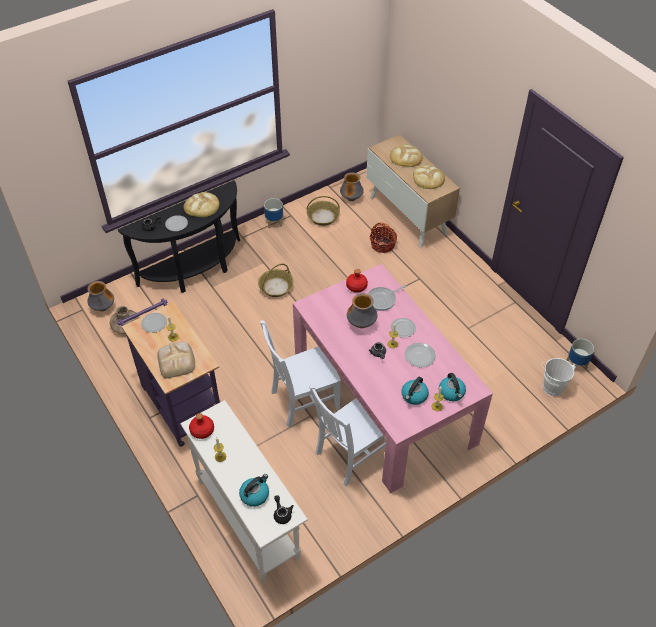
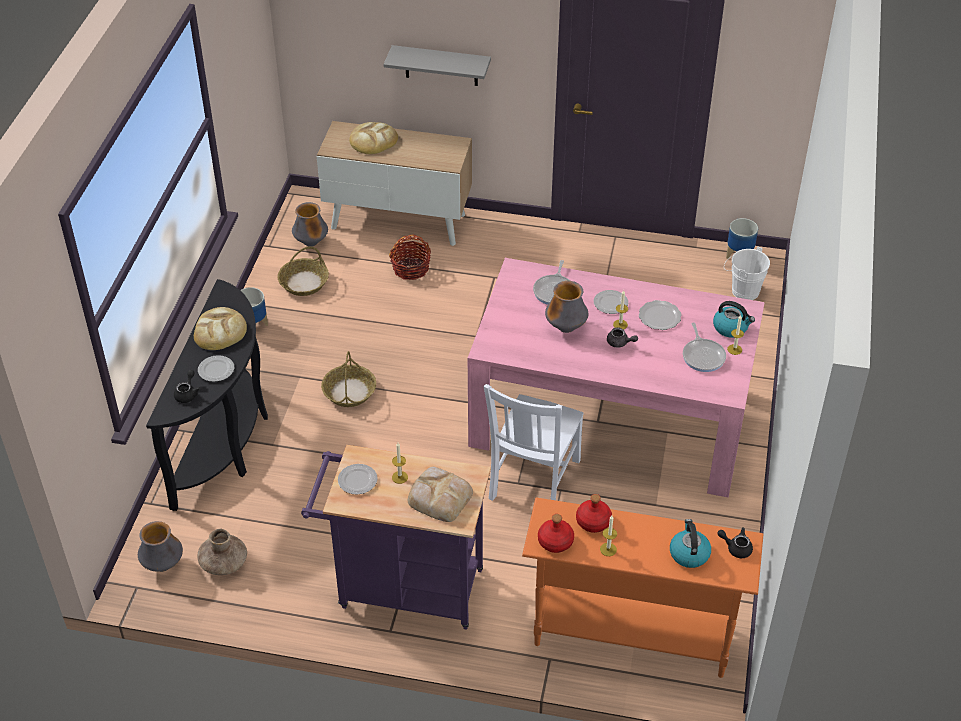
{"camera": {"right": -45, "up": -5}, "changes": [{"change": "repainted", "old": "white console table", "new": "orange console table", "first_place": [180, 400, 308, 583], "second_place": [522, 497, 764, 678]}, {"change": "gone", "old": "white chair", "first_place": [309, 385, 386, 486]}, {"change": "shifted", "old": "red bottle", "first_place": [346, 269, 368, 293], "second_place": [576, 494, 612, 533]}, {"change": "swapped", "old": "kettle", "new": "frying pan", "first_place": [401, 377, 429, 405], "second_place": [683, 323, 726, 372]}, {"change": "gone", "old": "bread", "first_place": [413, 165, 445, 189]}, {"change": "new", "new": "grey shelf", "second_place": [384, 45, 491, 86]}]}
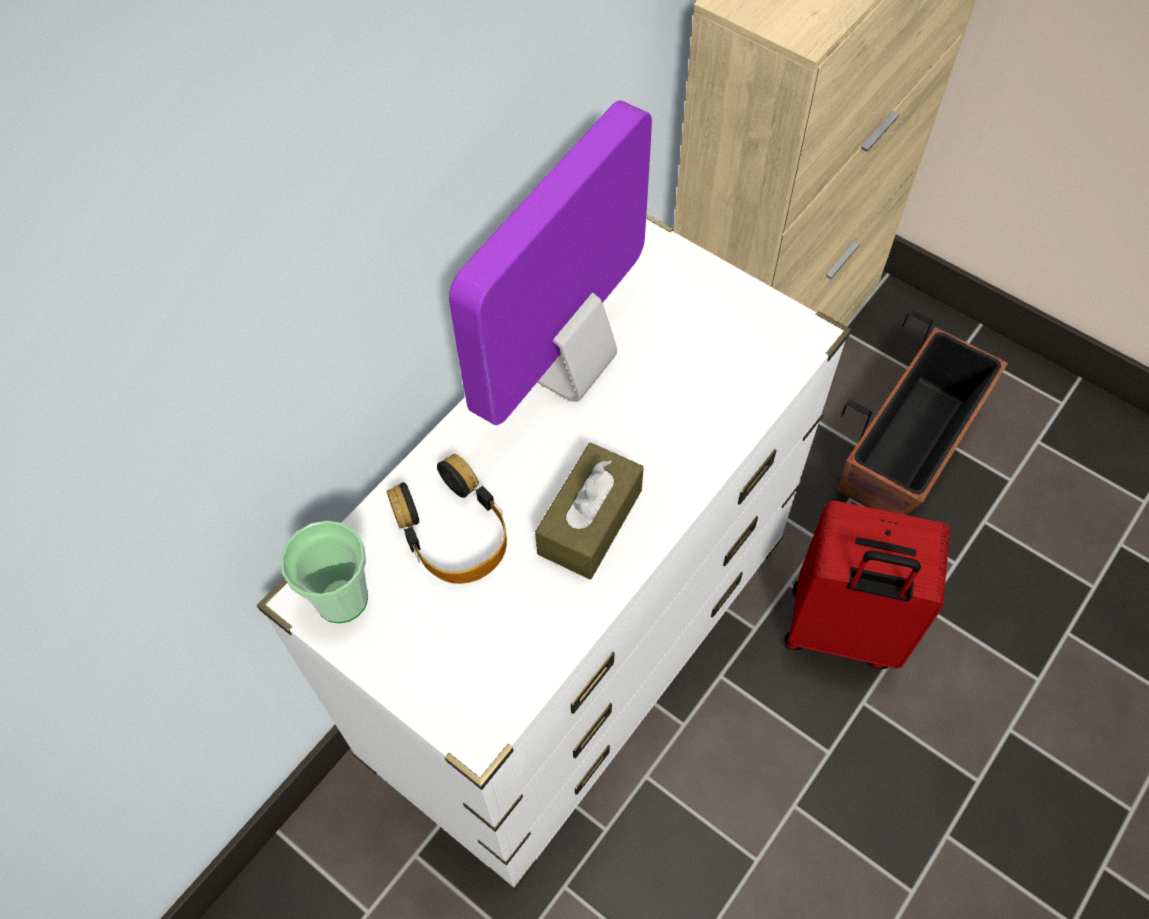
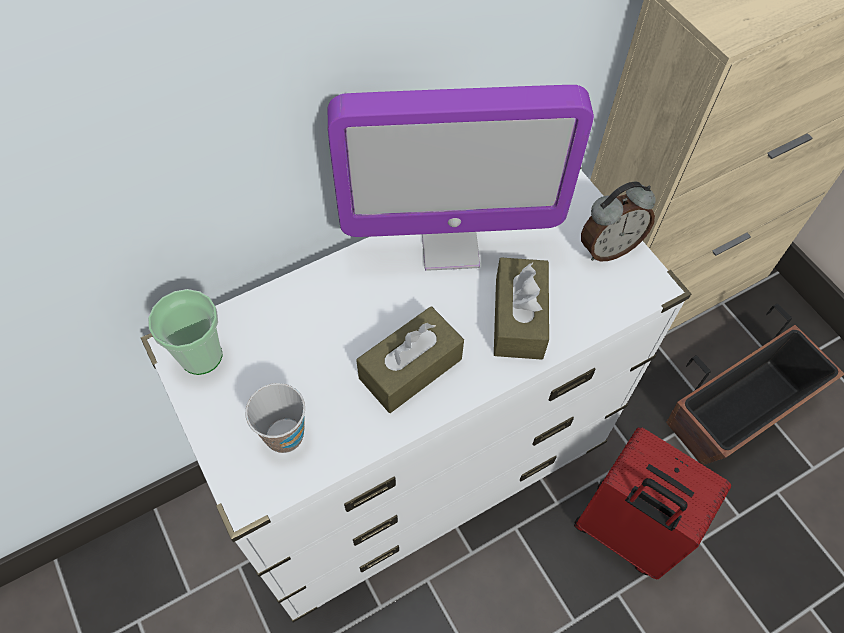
{"camera": {"right": 20, "up": 0}, "changes": [{"change": "gone", "old": "headphones", "first_place": [387, 454, 507, 584]}, {"change": "rotated", "old": "monitor", "first_place": [449, 100, 652, 425], "second_place": [328, 85, 594, 271], "degrees": -150}, {"change": "new", "new": "cup", "second_place": [245, 383, 305, 453]}, {"change": "new", "new": "brown tissue box", "second_place": [494, 258, 549, 360]}, {"change": "new", "new": "alarm clock", "second_place": [581, 182, 656, 261]}]}
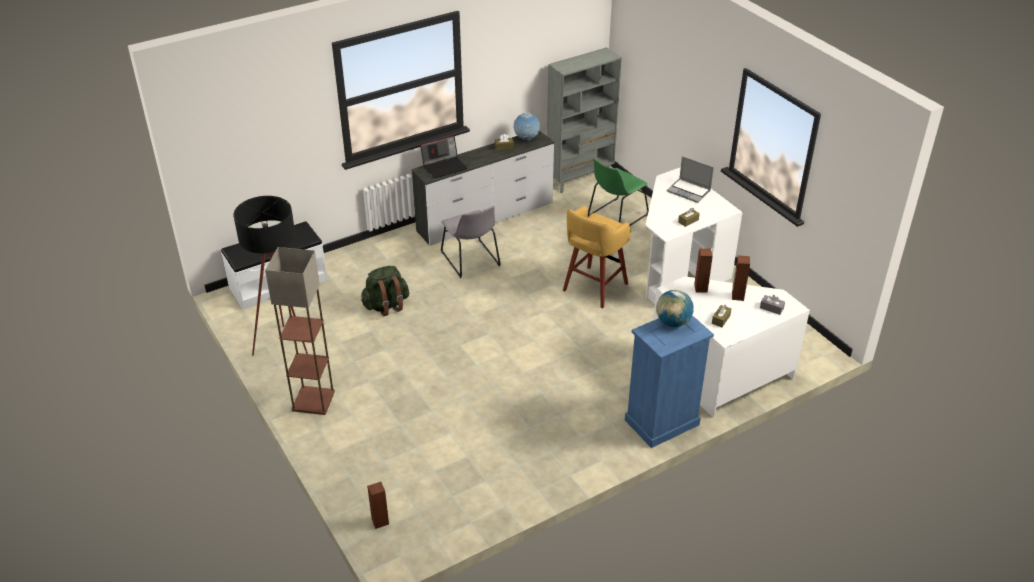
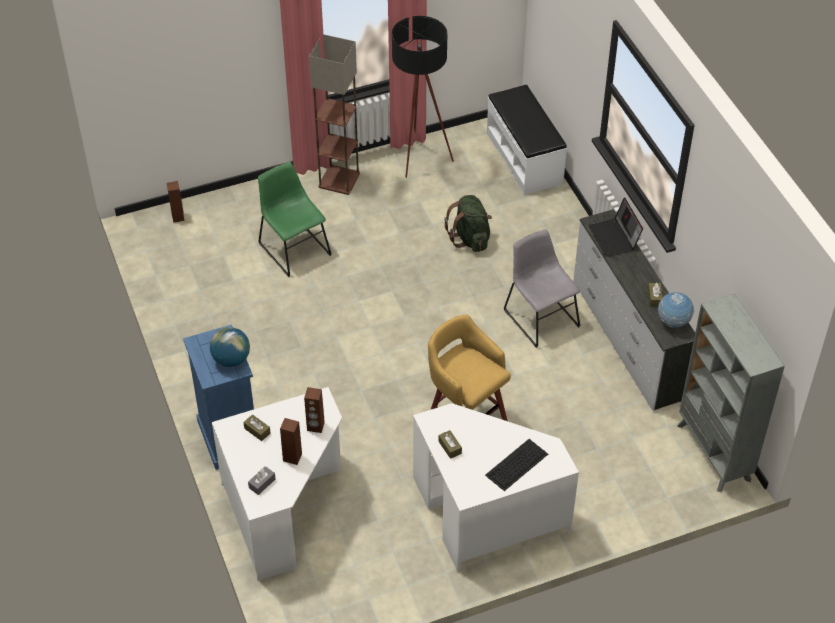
{"camera": {"right": 100, "up": 10}, "changes": [{"change": "rotated", "old": "grey chair", "first_place": [441, 206, 501, 278], "second_place": [504, 229, 581, 348], "degrees": 75}, {"change": "shifted", "old": "green chair", "first_place": [588, 158, 649, 227], "second_place": [258, 162, 332, 277]}, {"change": "swapped", "old": "laptop", "new": "keyboard", "first_place": [667, 156, 714, 203], "second_place": [485, 439, 548, 491]}]}
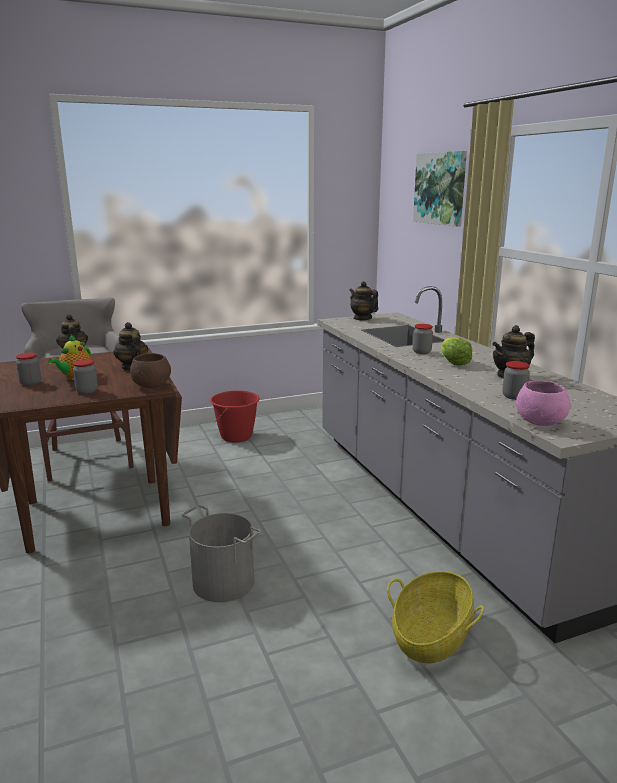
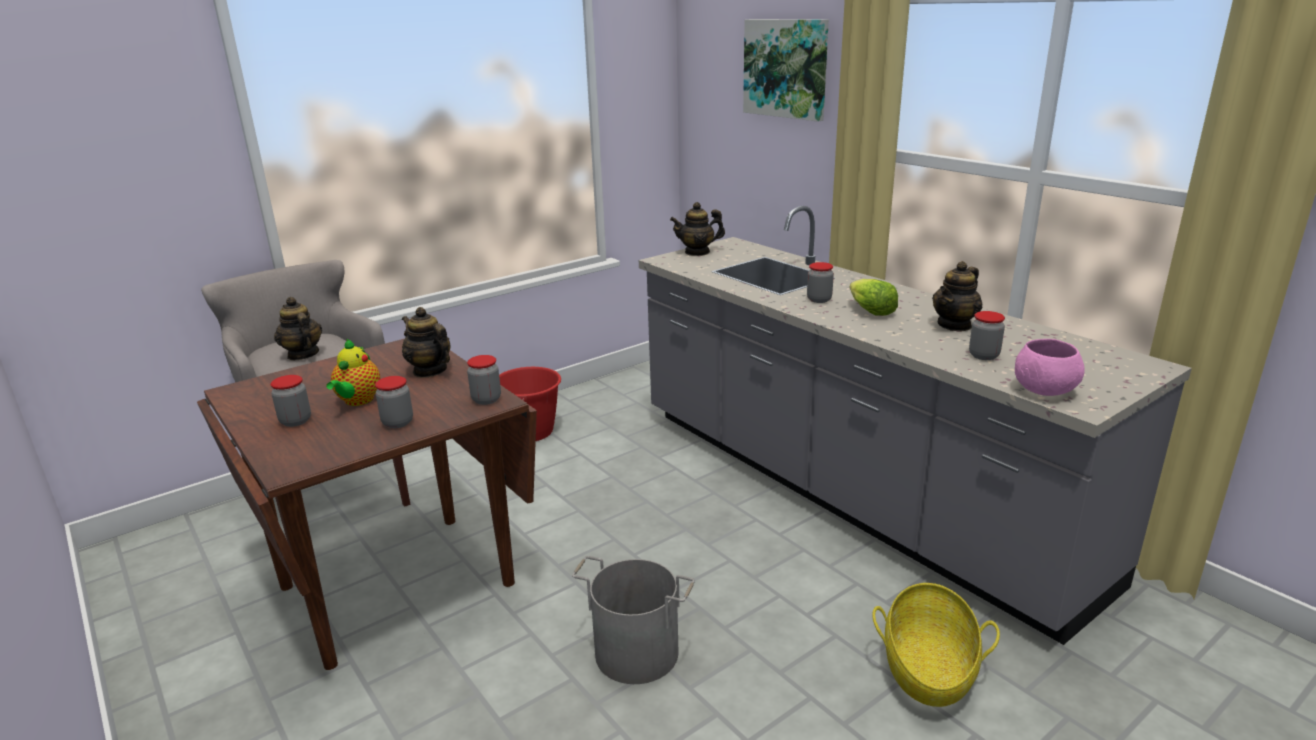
{"camera": {"right": -15, "up": 5}, "changes": [{"change": "swapped", "old": "brown bowl", "new": "jar", "first_place": [130, 353, 171, 388], "second_place": [467, 355, 501, 405]}, {"change": "rotated", "old": "teapot", "first_place": [349, 281, 378, 320], "second_place": [670, 202, 725, 256], "degrees": -45}]}
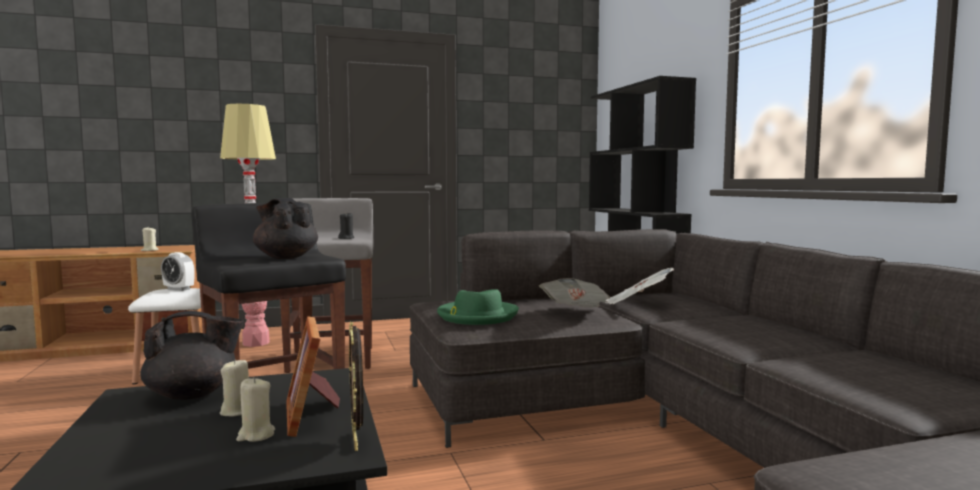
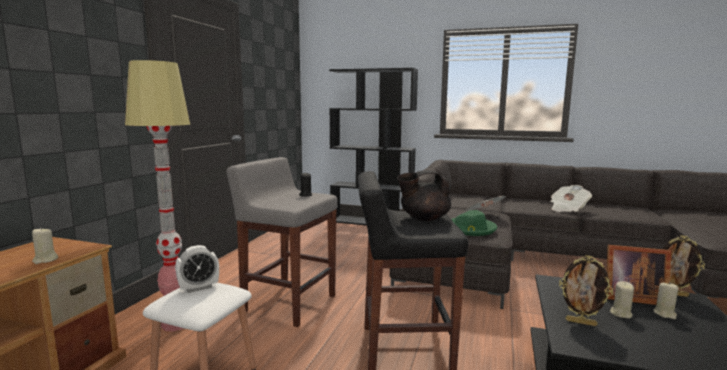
{"camera": {"right": -55, "up": 5}, "changes": [{"change": "swapped", "old": "black teapot", "new": "picture frame", "first_place": [140, 311, 244, 400], "second_place": [559, 255, 613, 326]}, {"change": "shifted", "old": "newspaper", "first_place": [604, 268, 674, 305], "second_place": [550, 185, 592, 212]}]}
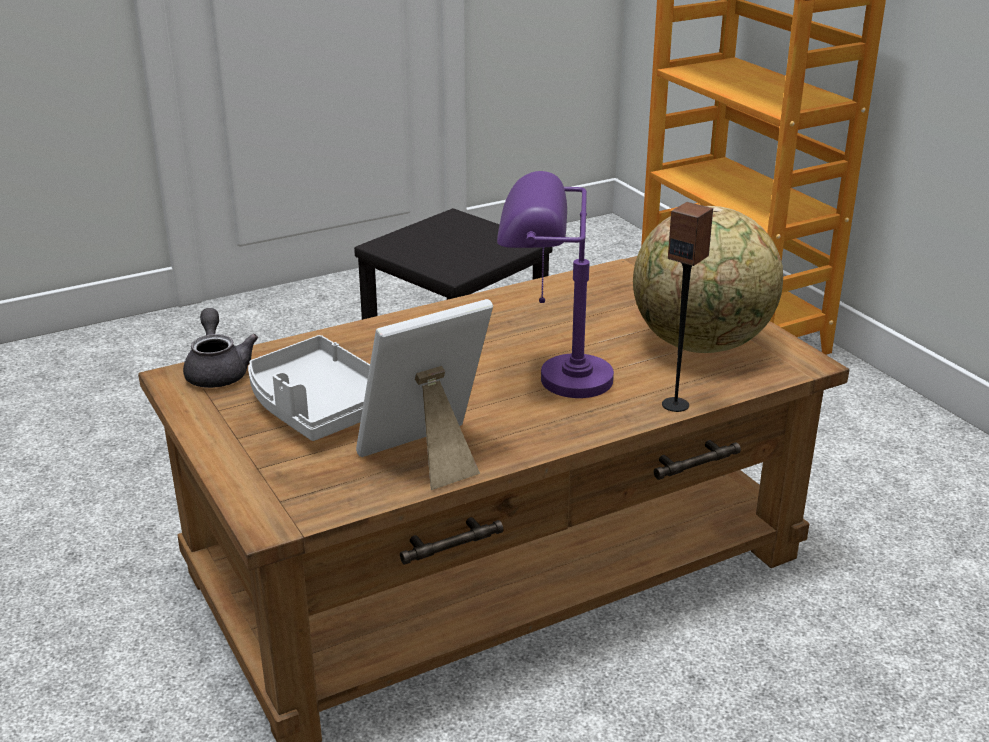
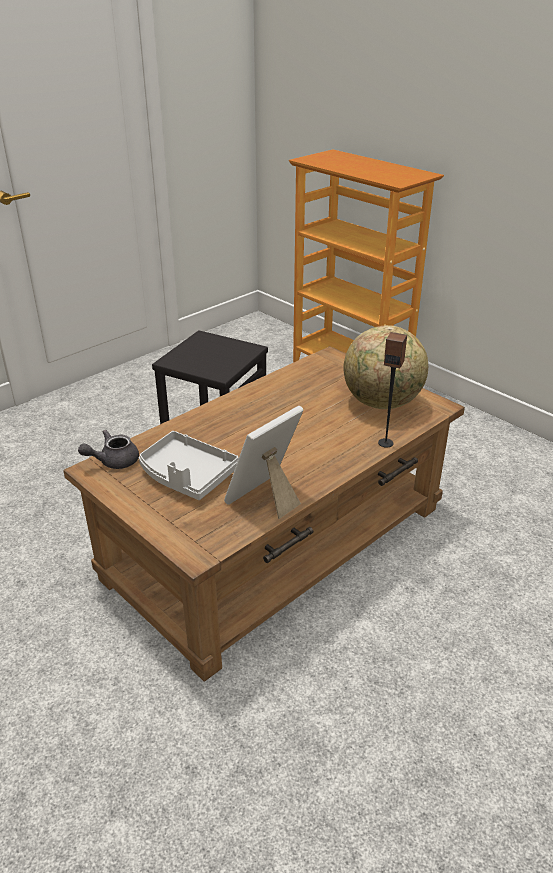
{"camera": {"right": -15, "up": 5}, "changes": [{"change": "rotated", "old": "grey teapot", "first_place": [183, 308, 258, 388], "second_place": [78, 430, 139, 469], "degrees": -90}, {"change": "gone", "old": "purple table lamp", "first_place": [497, 171, 614, 398]}]}
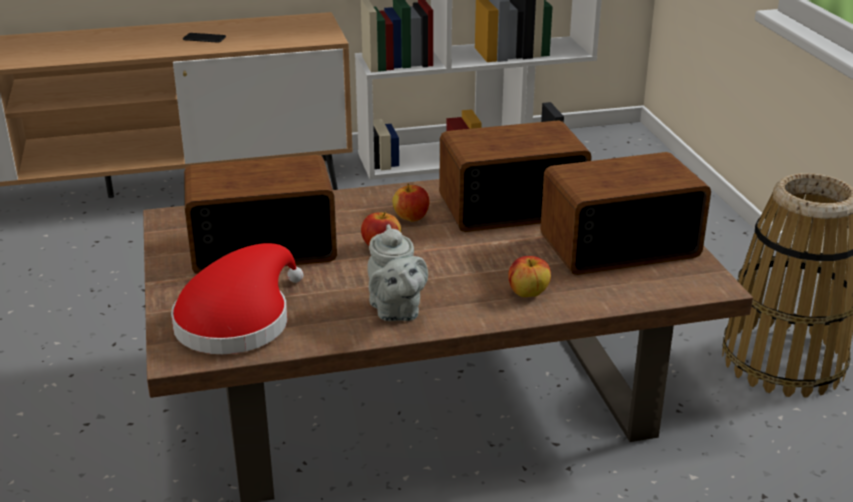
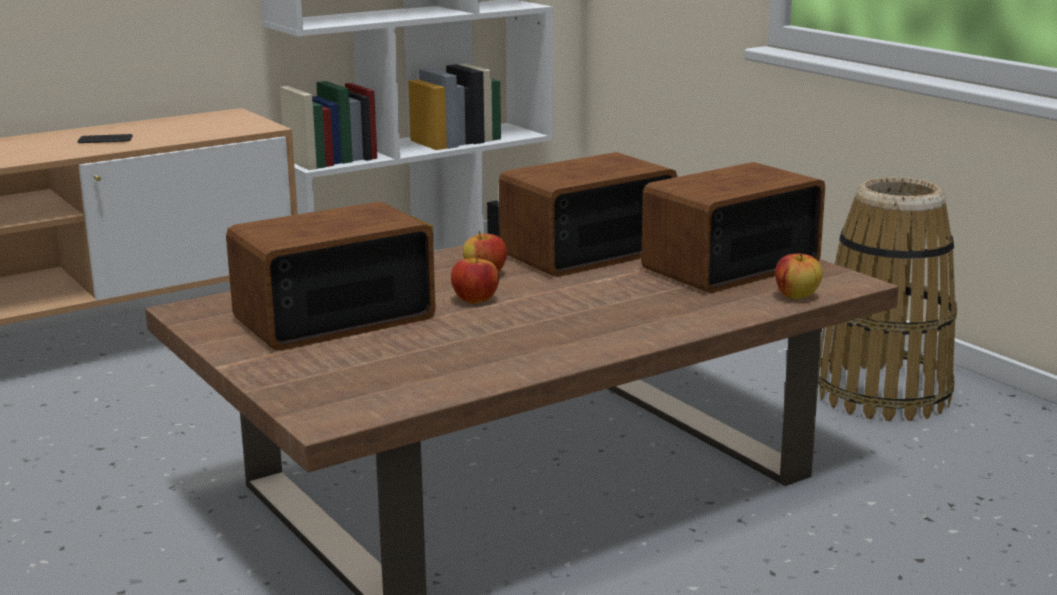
{"camera": {"right": -20, "up": -10}, "changes": [{"change": "gone", "old": "red hat", "first_place": [171, 243, 304, 354]}, {"change": "gone", "old": "grey teapot", "first_place": [367, 224, 428, 321]}, {"change": "shifted", "old": "apple", "first_place": [508, 256, 551, 297], "second_place": [775, 253, 822, 299]}]}
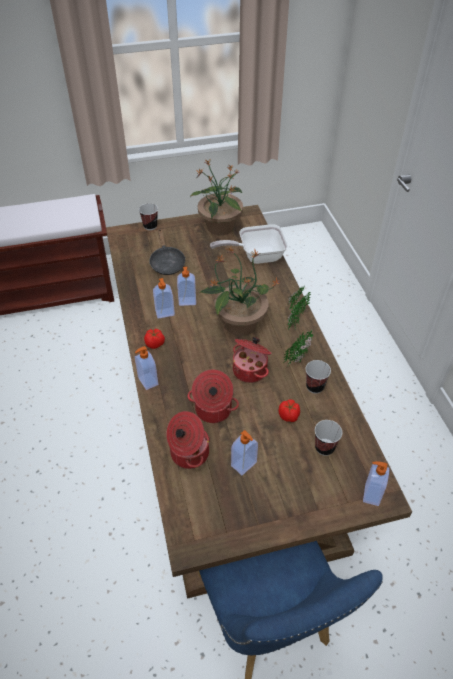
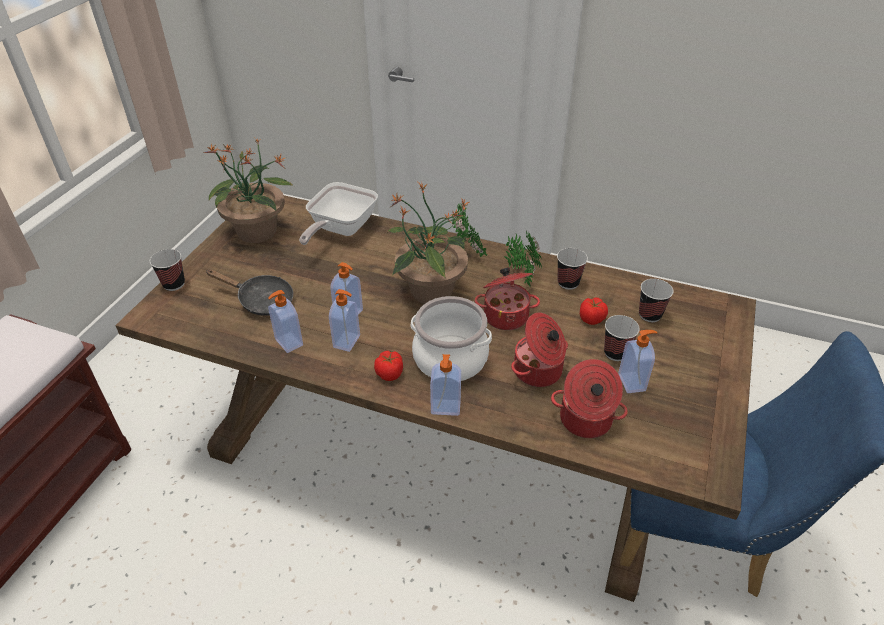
{"camera": {"right": -55, "up": -5}, "changes": [{"change": "shifted", "old": "soap dispenser", "first_place": [363, 461, 389, 506], "second_place": [268, 290, 303, 353]}, {"change": "new", "new": "cooking pot", "second_place": [411, 296, 492, 381]}, {"change": "new", "new": "cup", "second_place": [604, 315, 640, 361]}]}
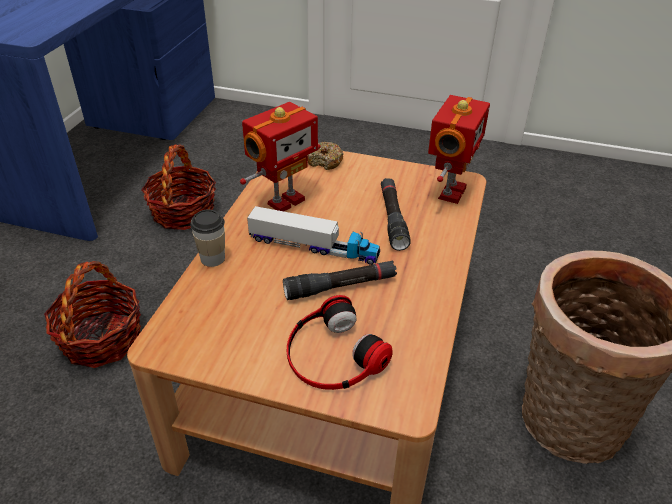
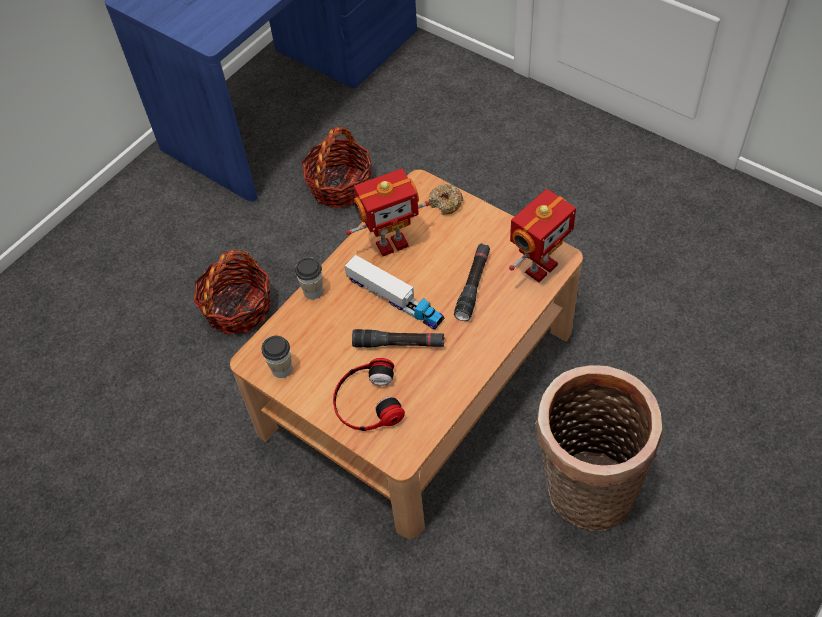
{"camera": {"right": 25, "up": 15}, "changes": [{"change": "new", "new": "cup", "second_place": [262, 336, 292, 378]}]}
